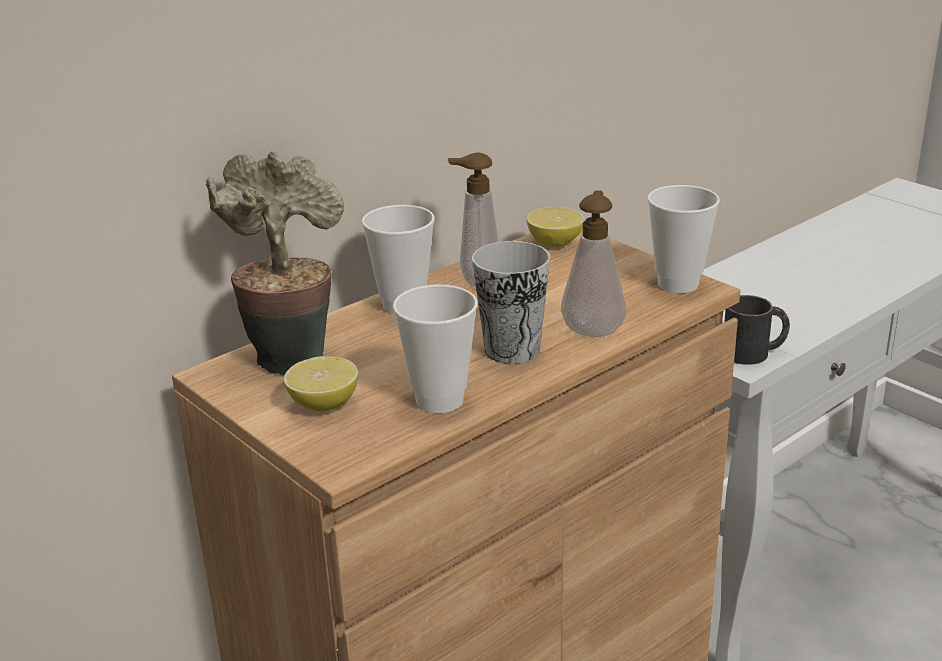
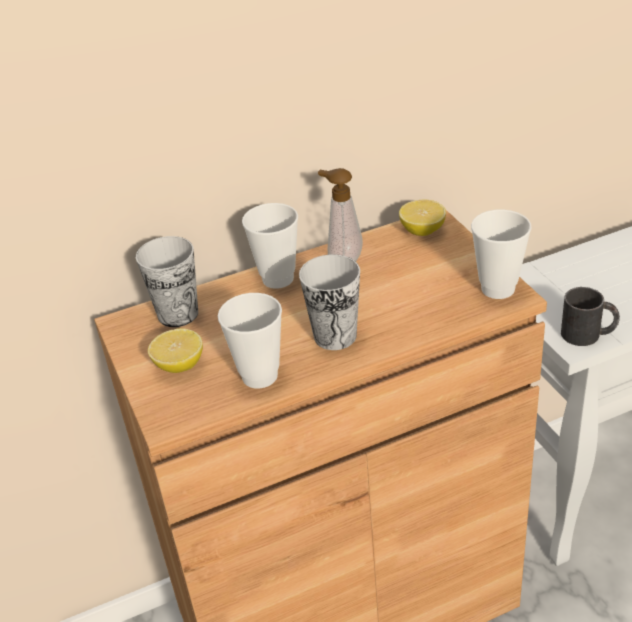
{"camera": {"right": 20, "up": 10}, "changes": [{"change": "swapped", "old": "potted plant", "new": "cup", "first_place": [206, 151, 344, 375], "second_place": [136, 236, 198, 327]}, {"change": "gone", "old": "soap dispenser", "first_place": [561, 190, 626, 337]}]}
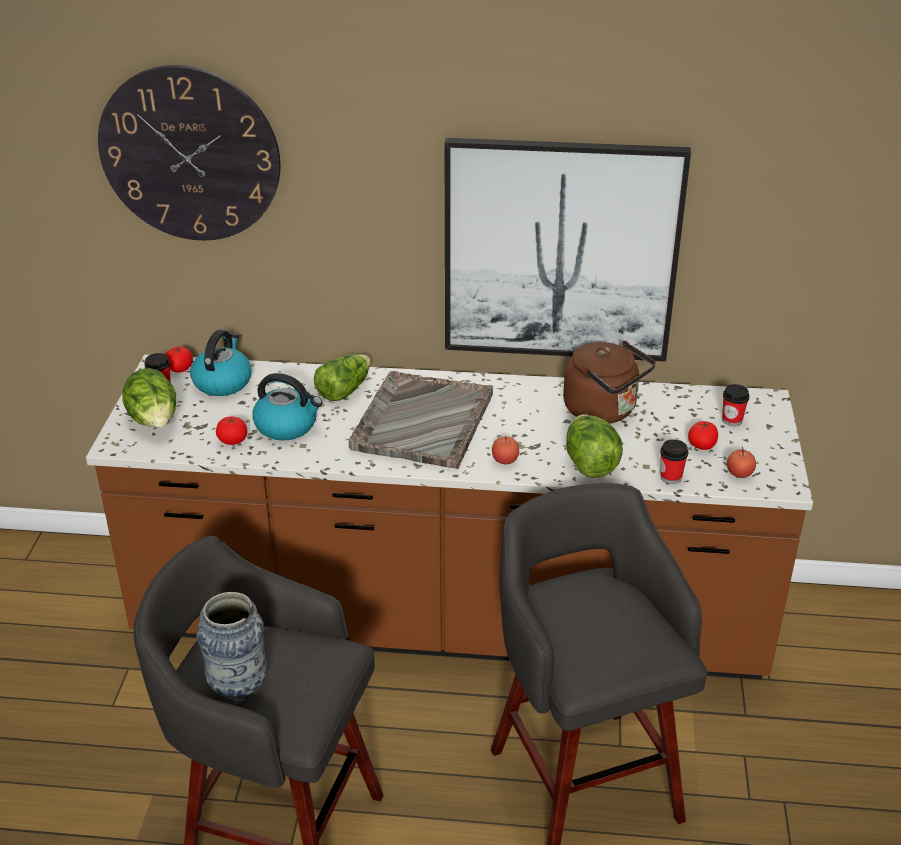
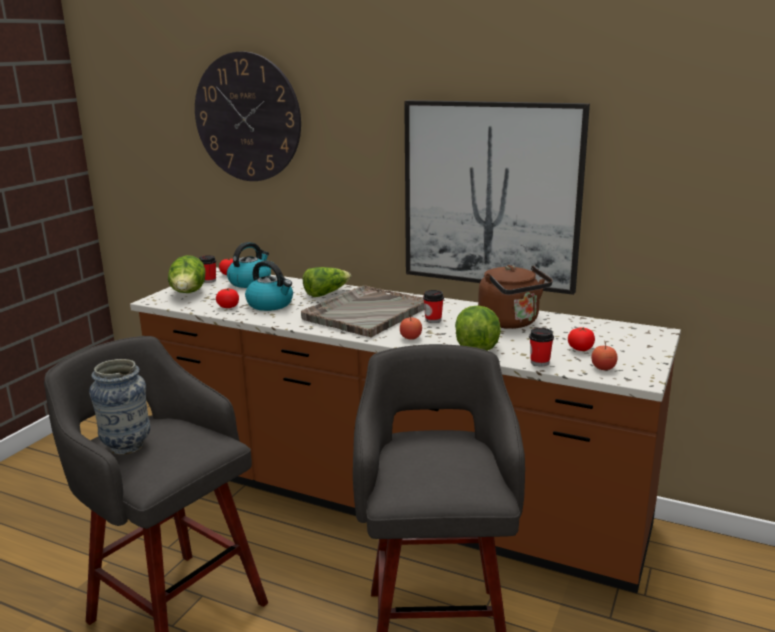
{"camera": {"right": 20, "up": -15}, "changes": [{"change": "shifted", "old": "cup", "first_place": [722, 384, 750, 426], "second_place": [423, 290, 444, 323]}]}
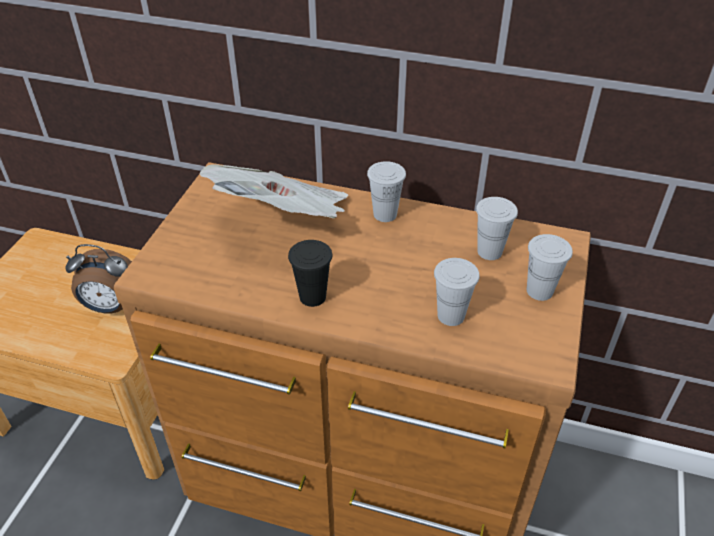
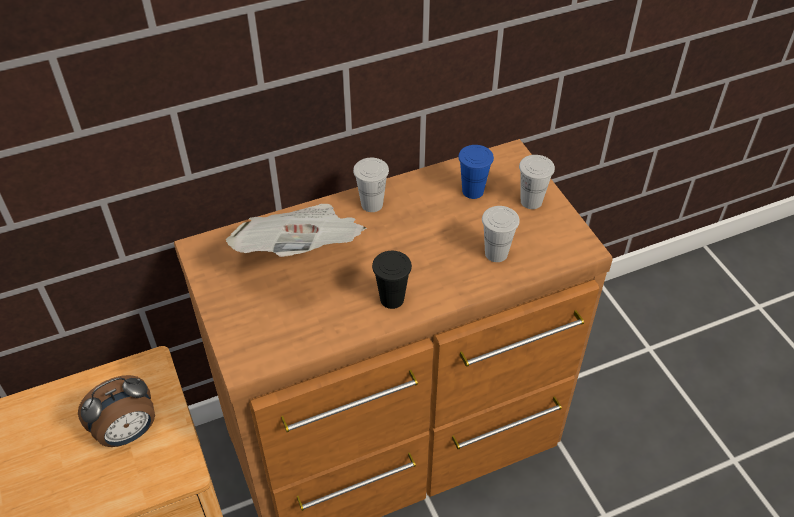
{"camera": {"right": -40, "up": 5}, "changes": [{"change": "repainted", "old": "white cup", "new": "blue cup", "first_place": [476, 197, 518, 260], "second_place": [458, 145, 494, 199]}]}
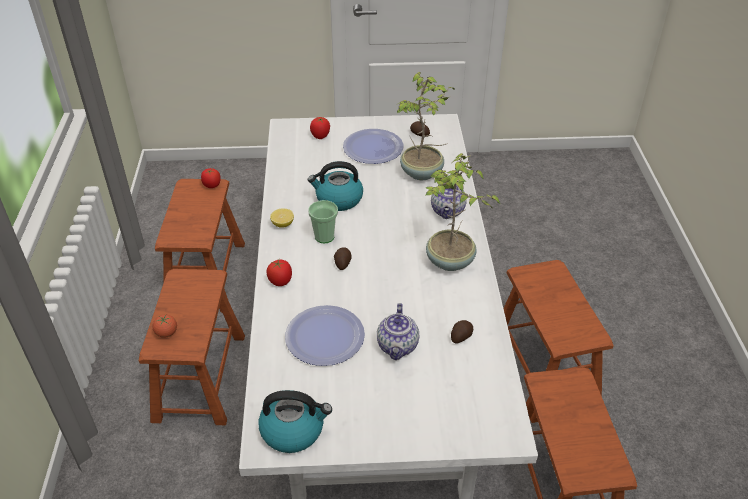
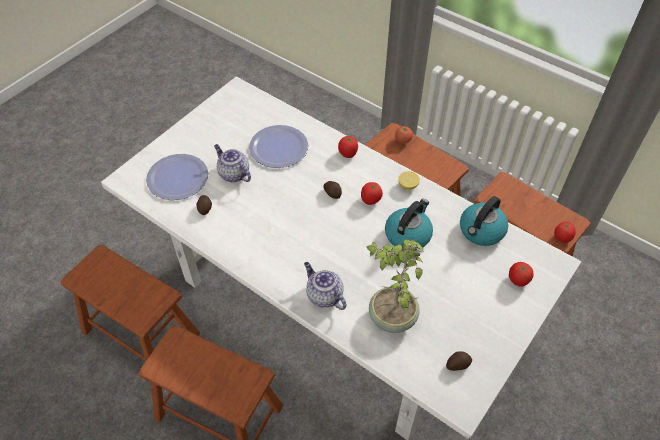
{"camera": {"right": 130, "up": 10}, "changes": [{"change": "shifted", "old": "kettle", "first_place": [259, 390, 332, 453], "second_place": [460, 196, 508, 246]}, {"change": "swapped", "old": "cup", "new": "tomato", "first_place": [308, 200, 338, 243], "second_place": [361, 182, 383, 205]}, {"change": "shifted", "old": "plate", "first_place": [343, 129, 404, 164], "second_place": [146, 154, 208, 200]}, {"change": "gone", "old": "potted plant", "first_place": [425, 153, 500, 271]}]}
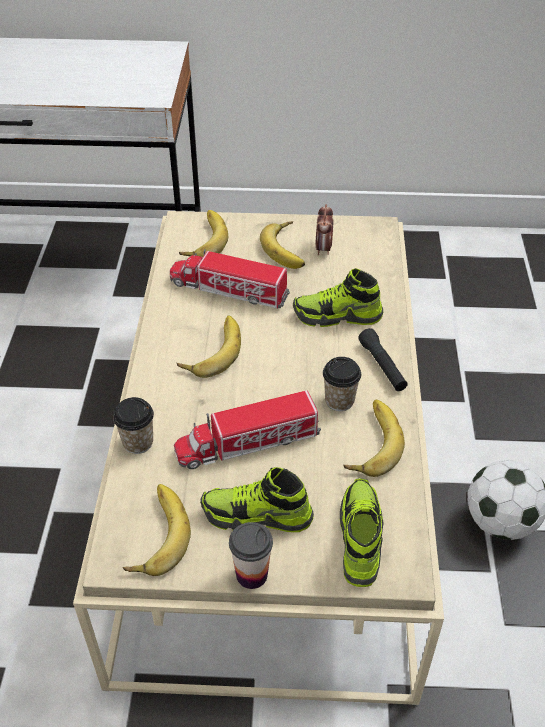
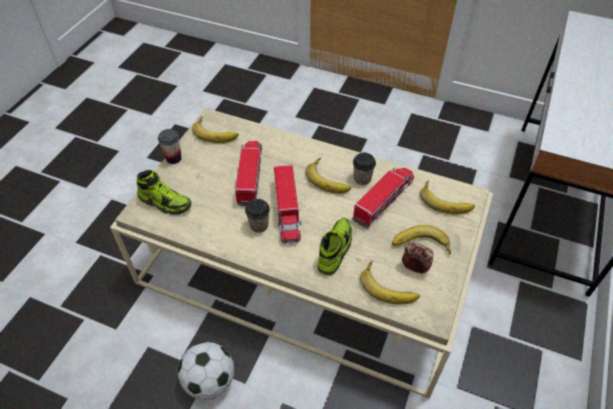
{"camera": {"right": 110, "up": 5}, "changes": [{"change": "shifted", "old": "cup", "first_place": [113, 397, 154, 454], "second_place": [353, 153, 376, 185]}, {"change": "gone", "old": "shoe", "first_place": [200, 467, 314, 532]}, {"change": "shifted", "old": "banana", "first_place": [344, 400, 405, 477], "second_place": [360, 260, 420, 304]}, {"change": "gone", "old": "black flashlight", "first_place": [358, 328, 408, 391]}, {"change": "new", "new": "toy truck", "second_place": [274, 164, 301, 244]}]}
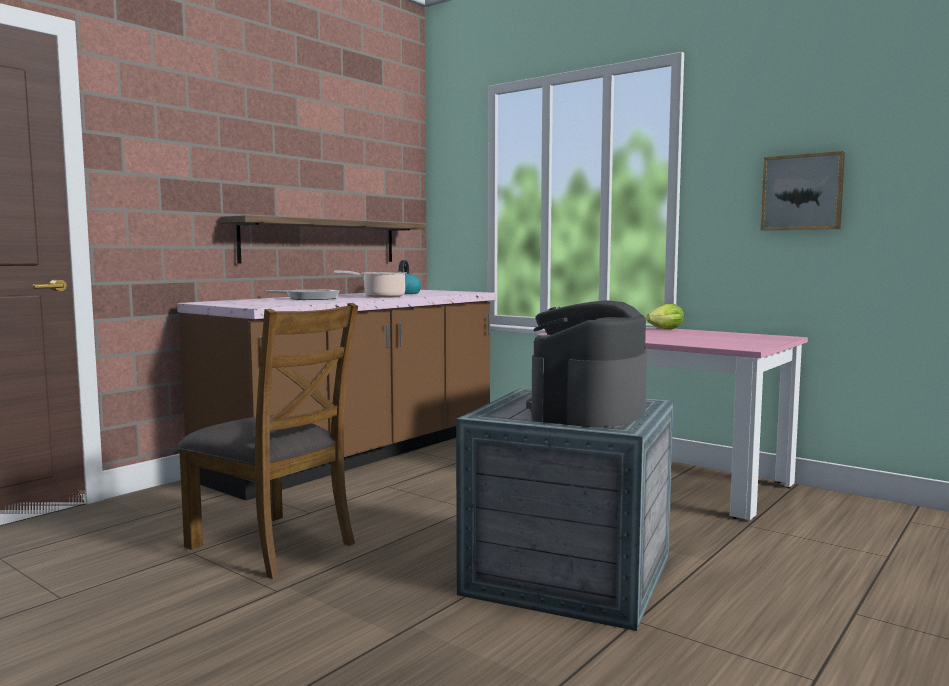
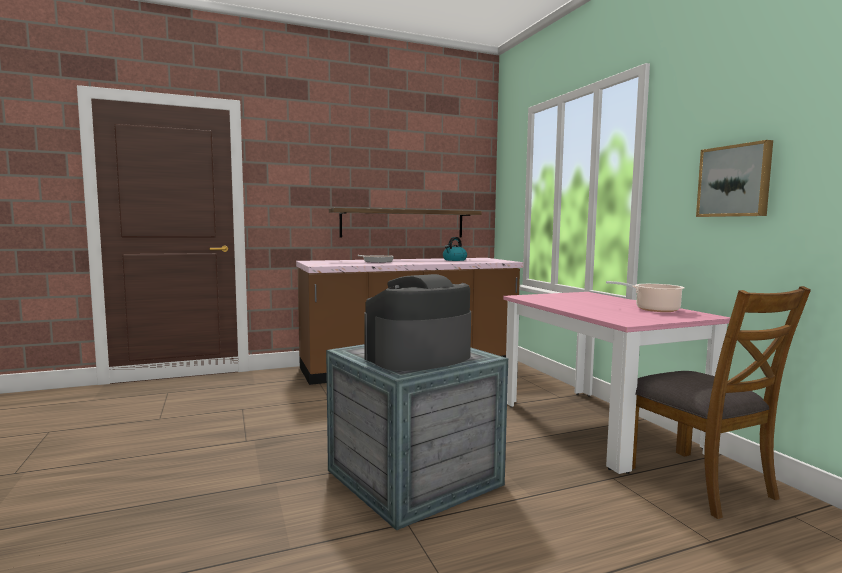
{"camera": {"right": 30, "up": 0}, "changes": [{"change": "shifted", "old": "brown chair", "first_place": [178, 303, 358, 579], "second_place": [632, 286, 811, 519]}, {"change": "shifted", "old": "cooking pot", "first_place": [334, 271, 406, 298], "second_place": [606, 281, 685, 312]}, {"change": "gone", "old": "lettuce", "first_place": [646, 304, 684, 329]}]}
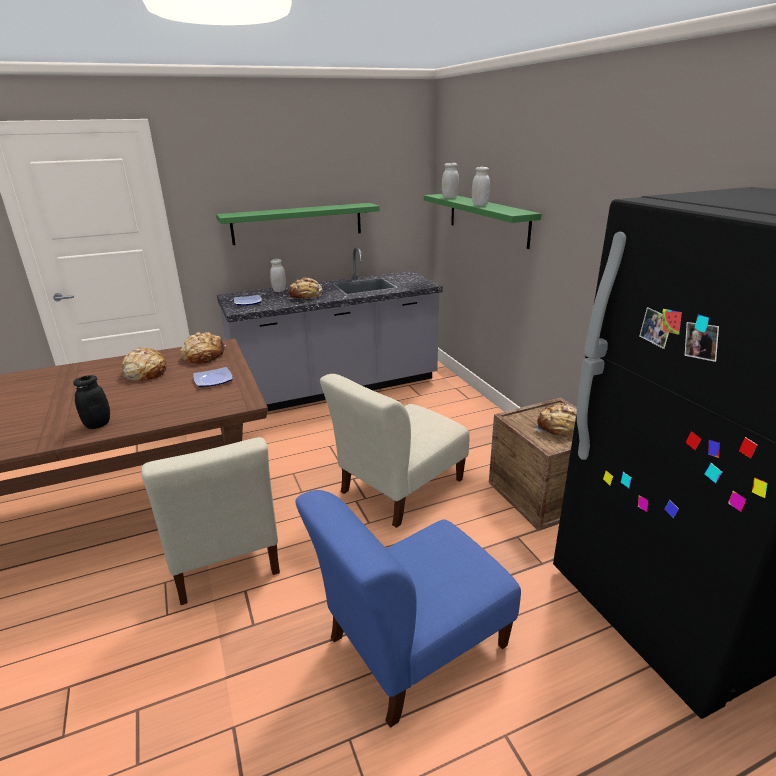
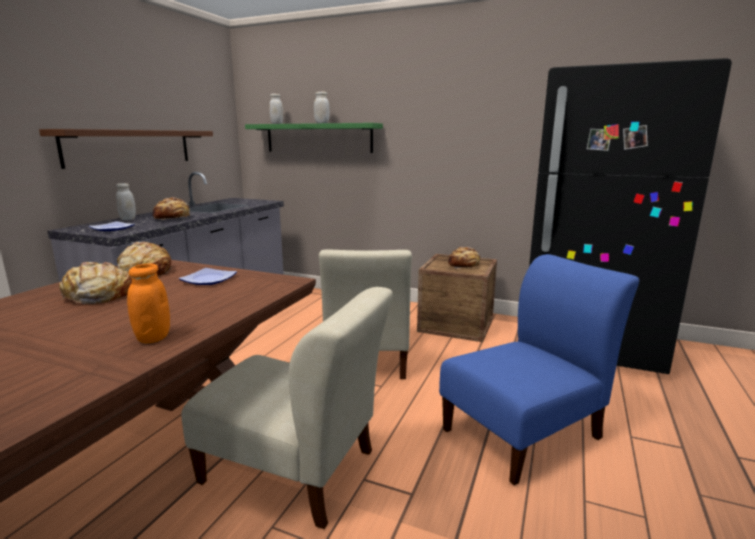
{"camera": {"right": -45, "up": -10}, "changes": [{"change": "repainted", "old": "black jar", "new": "orange jar", "first_place": [73, 375, 110, 429], "second_place": [127, 264, 170, 343]}, {"change": "repainted", "old": "green shelf", "new": "brown shelf", "first_place": [216, 203, 379, 245], "second_place": [39, 129, 213, 169]}, {"change": "rotated", "old": "blue chair", "first_place": [296, 490, 521, 728], "second_place": [439, 254, 639, 486], "degrees": -135}]}
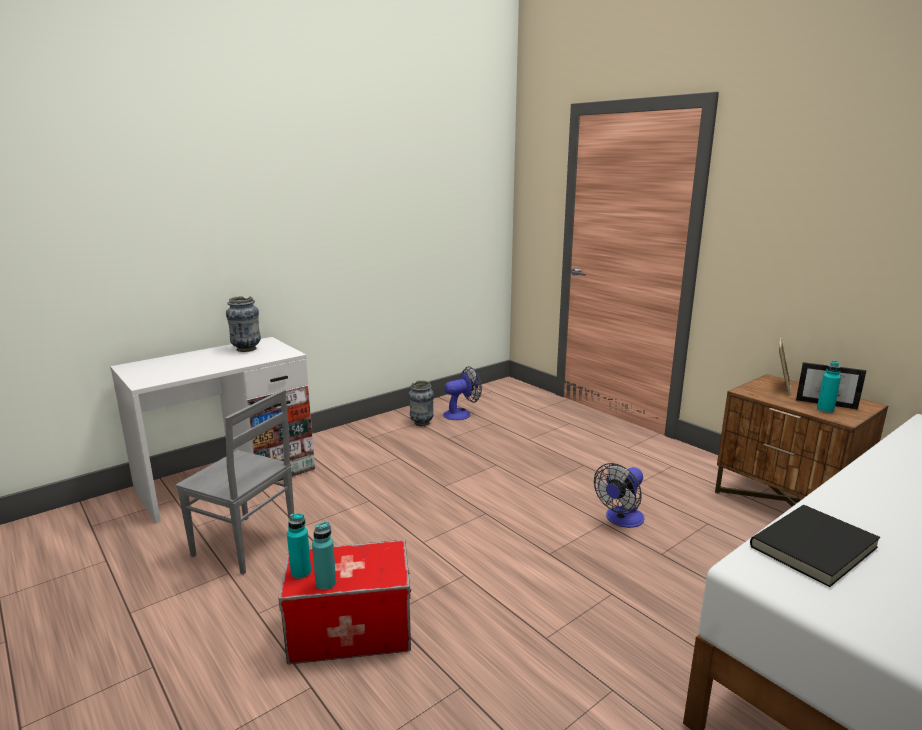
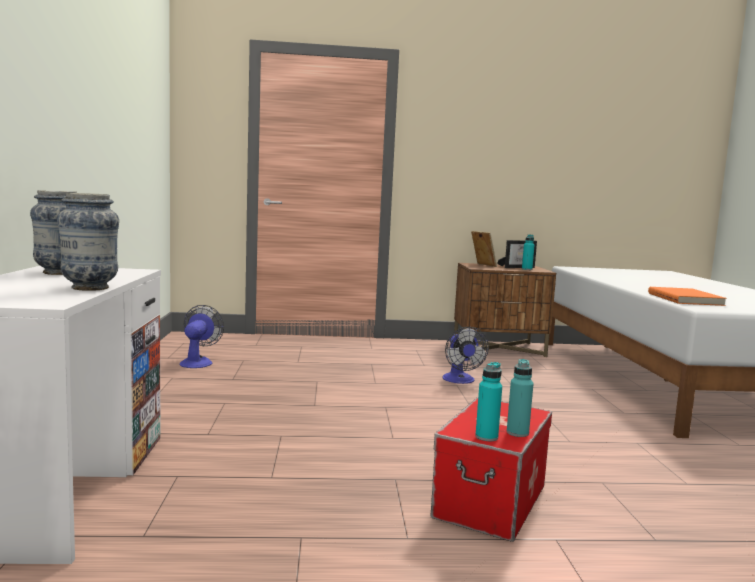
{"camera": {"right": -55, "up": -10}, "changes": [{"change": "gone", "old": "grey chair", "first_place": [176, 389, 294, 575]}, {"change": "shifted", "old": "vase", "first_place": [409, 380, 434, 426], "second_place": [57, 193, 119, 291]}, {"change": "repainted", "old": "black book", "new": "orange book", "first_place": [750, 505, 880, 587], "second_place": [648, 287, 726, 306]}]}
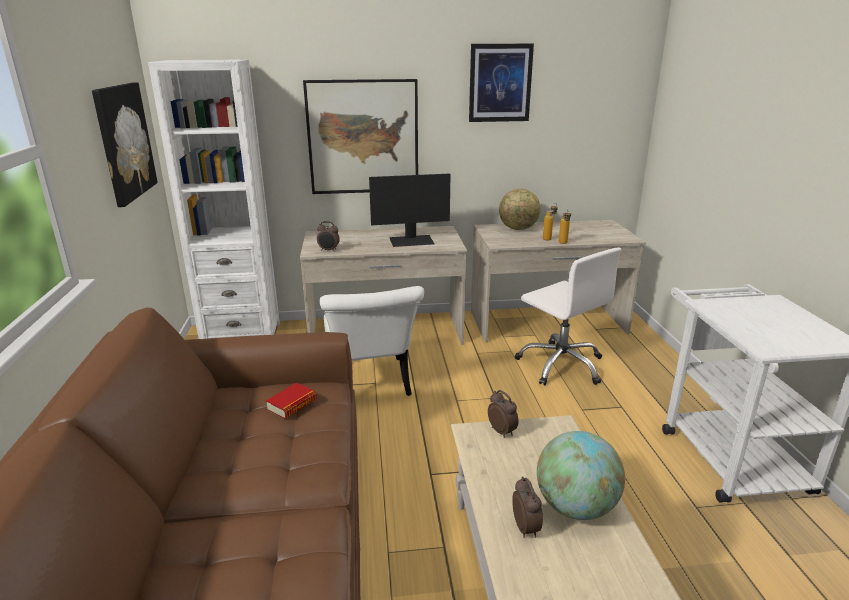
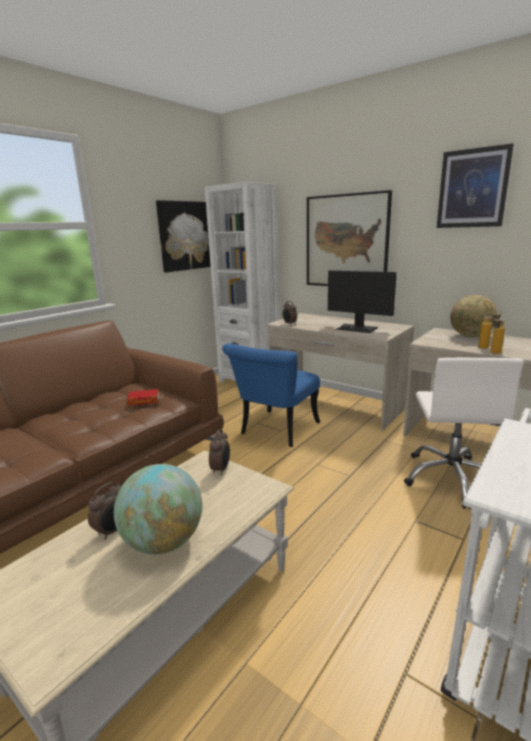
{"camera": {"right": 45, "up": -5}, "changes": [{"change": "repainted", "old": "white chair", "new": "blue chair", "first_place": [320, 286, 424, 396], "second_place": [222, 343, 320, 447]}]}
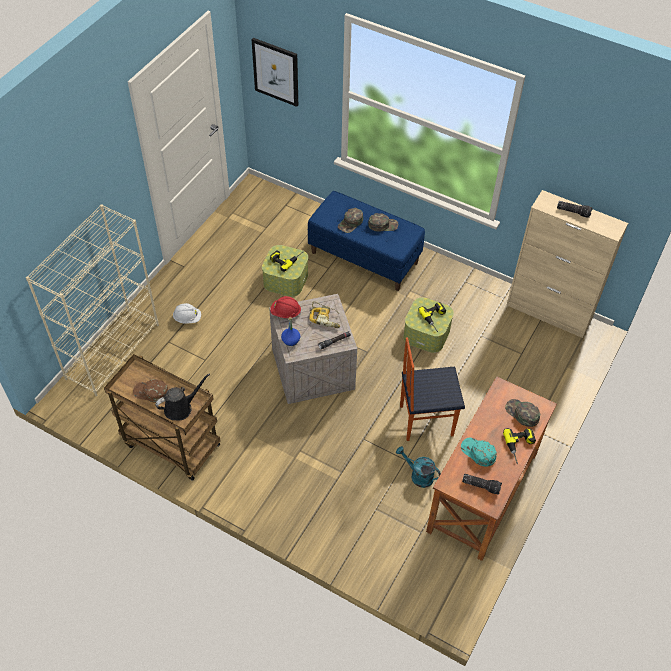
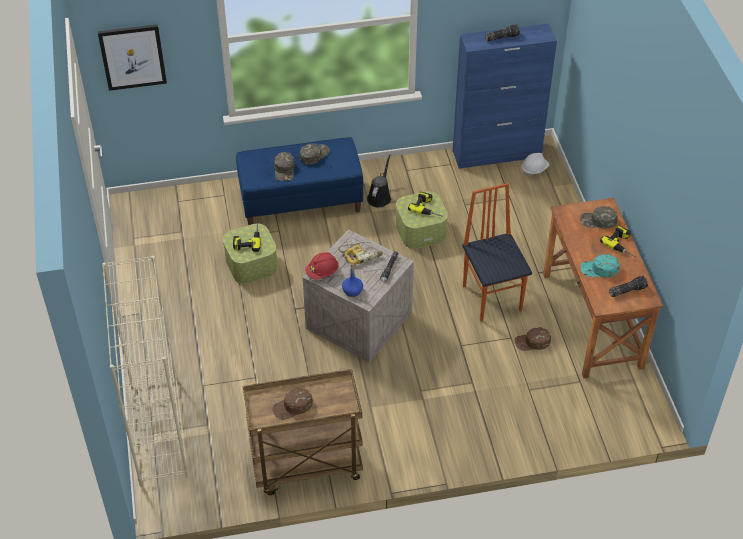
{"camera": {"right": -40, "up": -5}, "changes": [{"change": "shifted", "old": "black watering can", "first_place": [155, 374, 210, 421], "second_place": [367, 154, 391, 208]}, {"change": "shifted", "old": "white hard hat", "first_place": [173, 303, 201, 324], "second_place": [522, 153, 549, 176]}, {"change": "swapped", "old": "turquoise watering can", "new": "brown cap", "first_place": [396, 446, 441, 488], "second_place": [515, 327, 551, 351]}, {"change": "rotated", "old": "chair", "first_place": [400, 337, 465, 441], "second_place": [462, 183, 532, 322], "degrees": 120}, {"change": "repainted", "old": "beige cabinet", "new": "blue cabinet", "first_place": [507, 190, 628, 338], "second_place": [453, 23, 557, 169]}]}
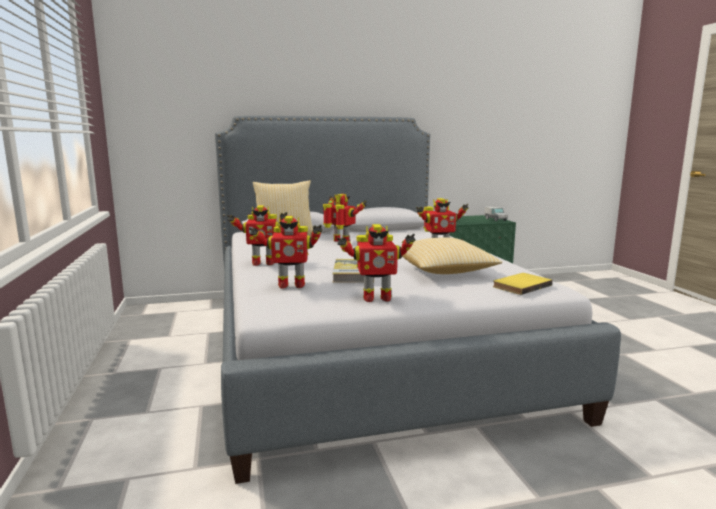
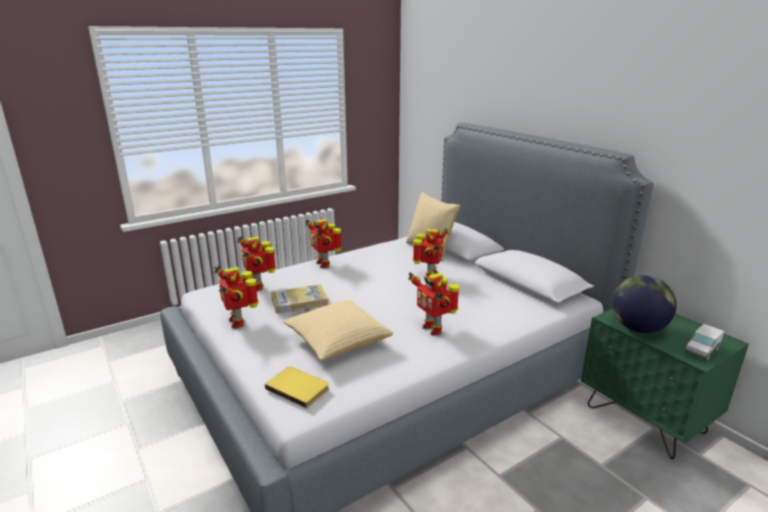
{"camera": {"right": 70, "up": 10}, "changes": [{"change": "new", "new": "globe", "second_place": [612, 275, 677, 333]}]}
